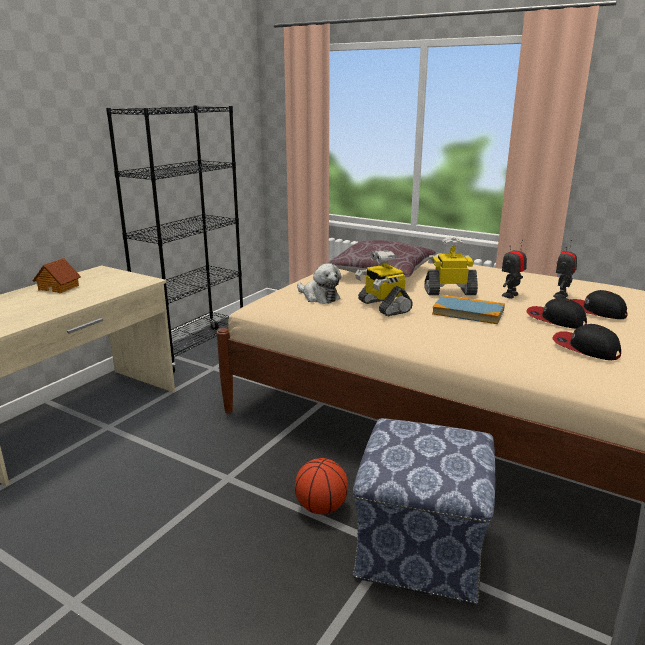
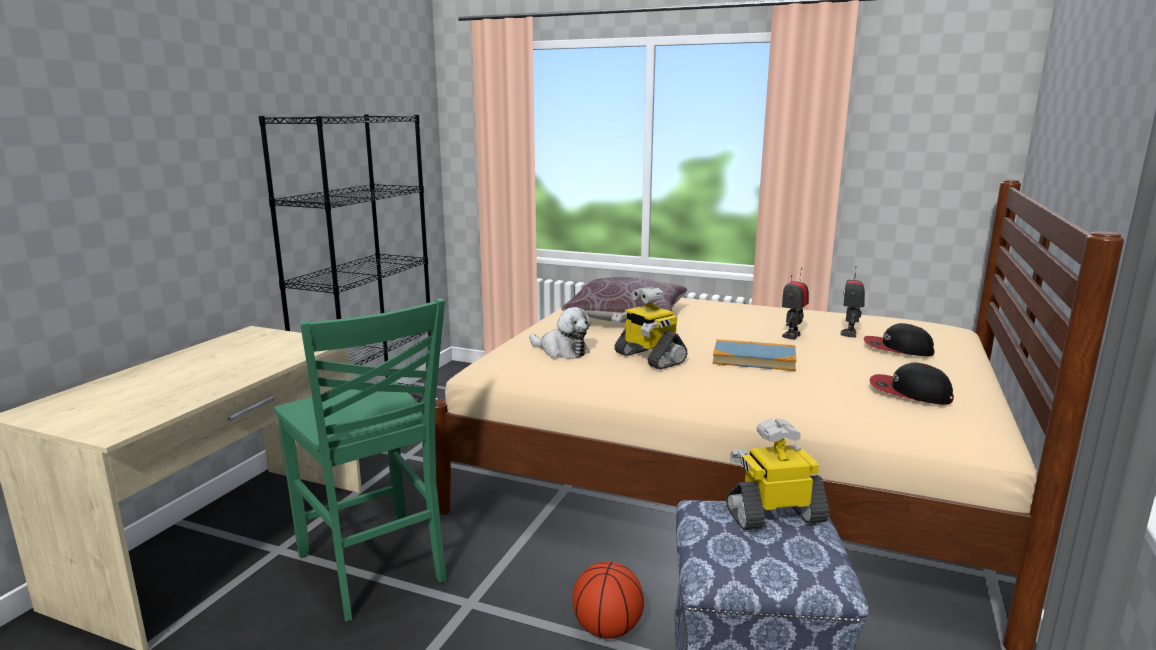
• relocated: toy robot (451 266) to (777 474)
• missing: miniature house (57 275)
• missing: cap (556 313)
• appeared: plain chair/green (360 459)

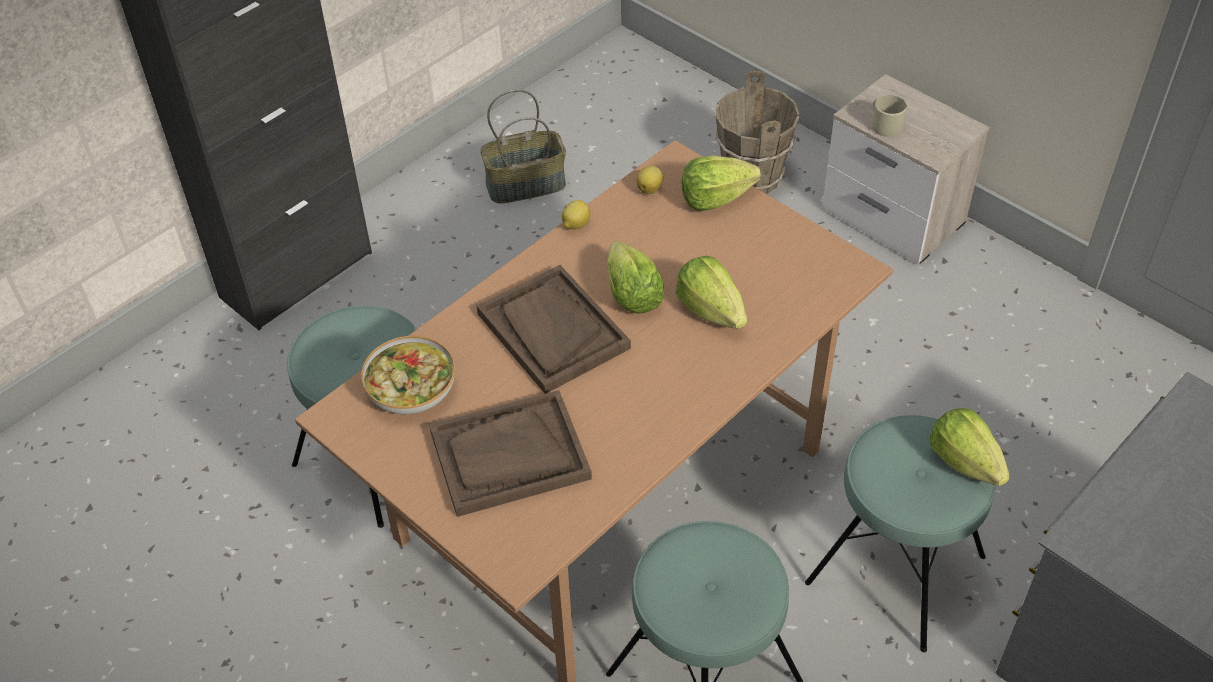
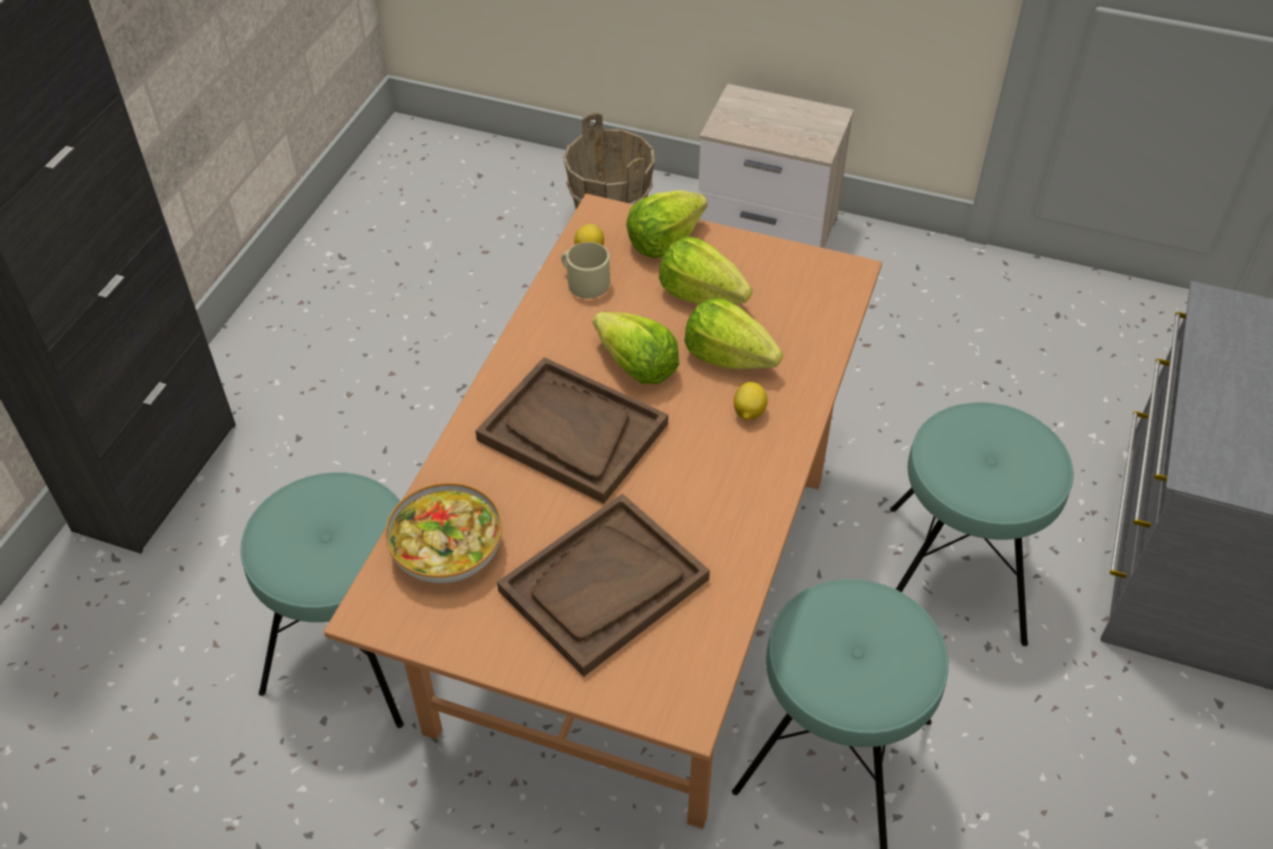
• missing: storage basket (523 146)
• relocated: tea mug/beige-coloured (889 116) to (585 270)
• relocated: citrus fruit (576 215) to (751 401)
• relocated: lettuce head (970 447) to (705 270)

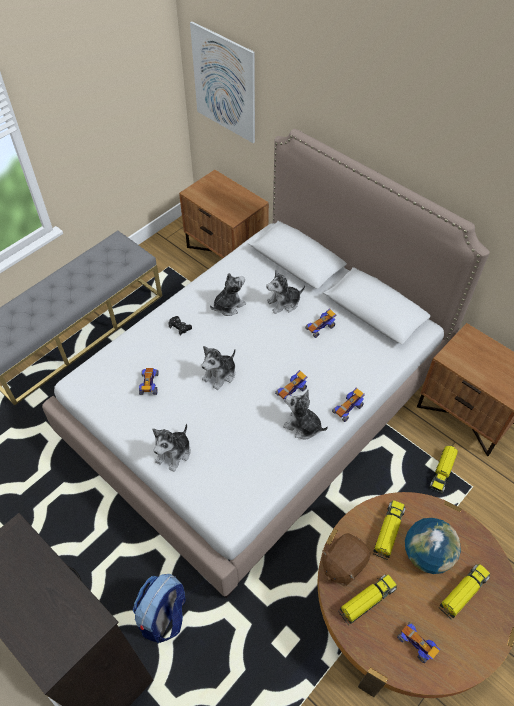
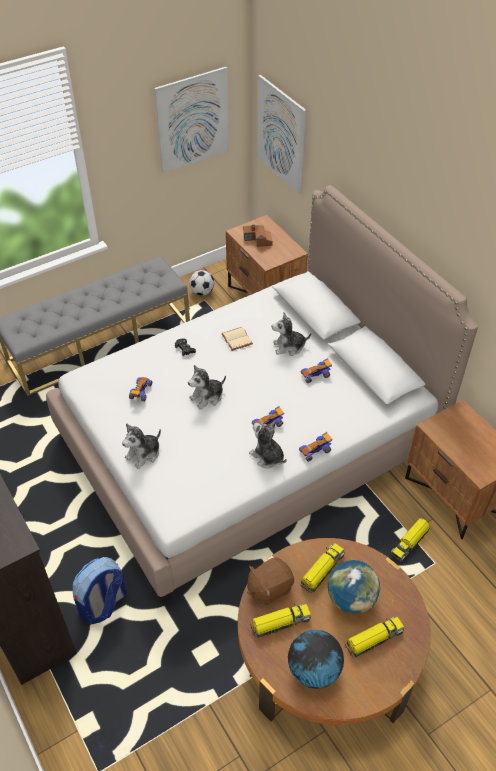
• exchanged: plush toy (228 294) to bound book/beige-coloured (237 339)
• exchanged: toy car (419 642) to globe (316 659)
• appeared: wall picture (191 120)
• appeared: miniature house (258 236)
• appeared: football ball (201 283)

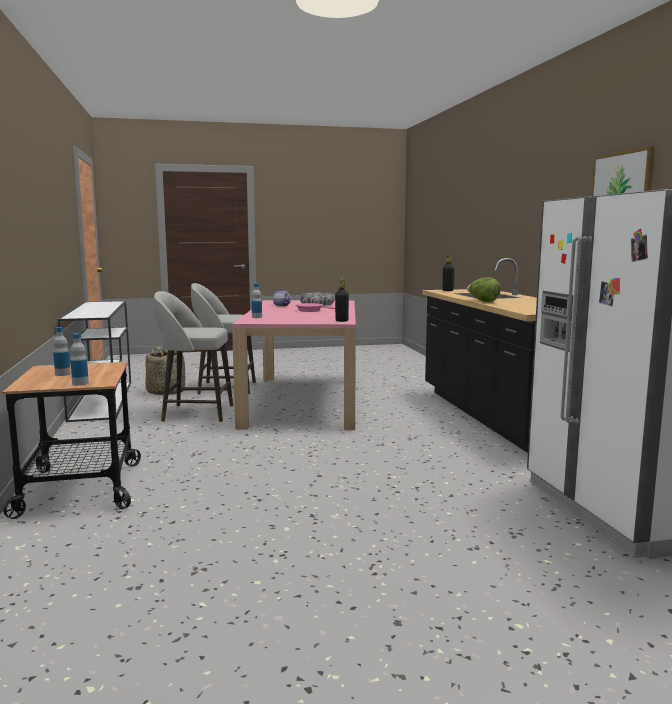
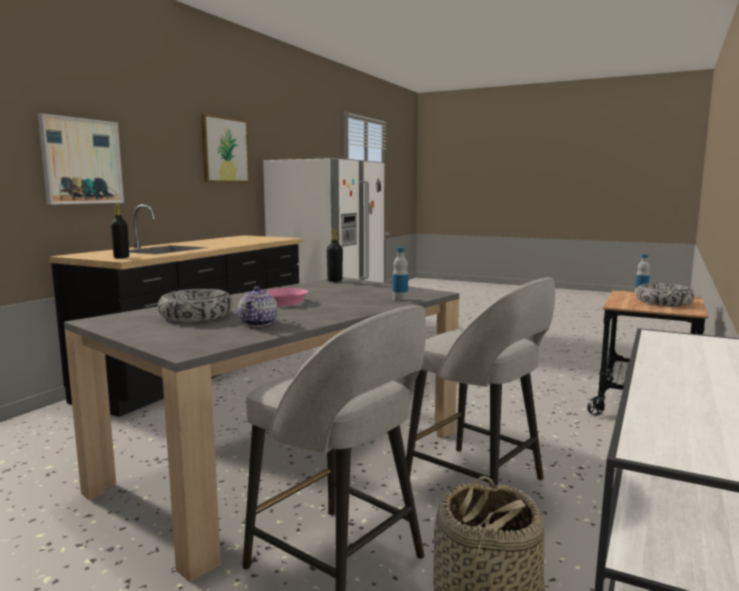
• missing: lettuce head (484 289)
• colour: dinner table/pink (294 365) to dinner table/greyish (261 429)
• exchanged: drink bottle (62 351) to serving bowl (665 294)
• appeared: wall picture (81 159)

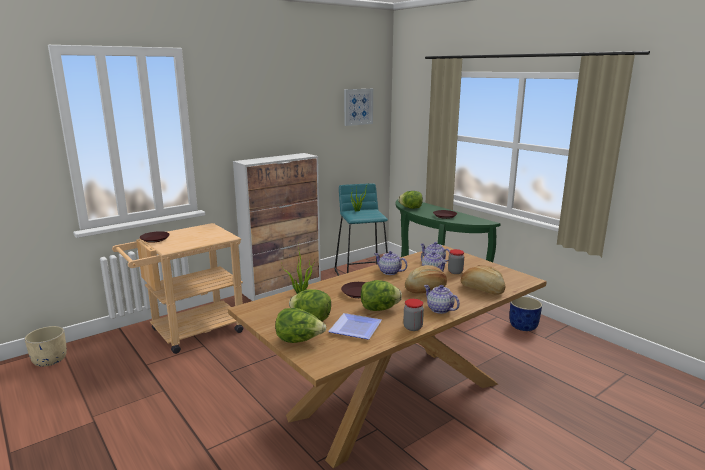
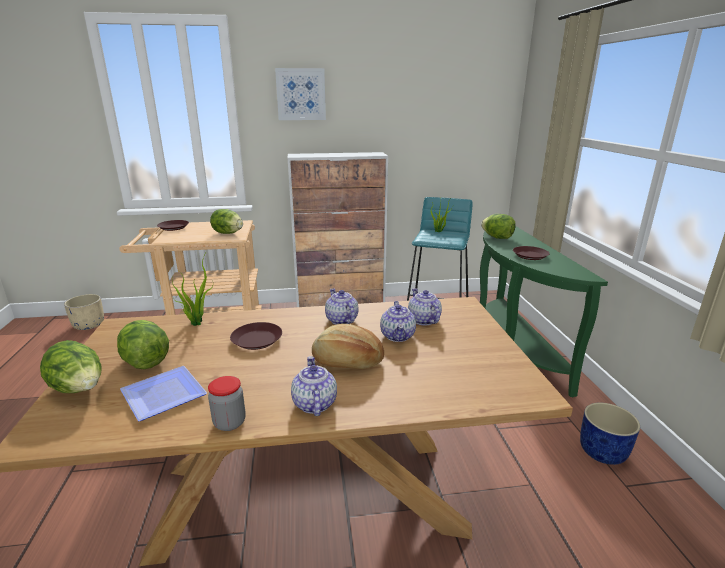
• relocated: wall picture (358 107) to (300 94)
• missing: preserve jar (456 261)
• missing: bread (483 279)
• relocated: lettuce head (381 295) to (226 221)

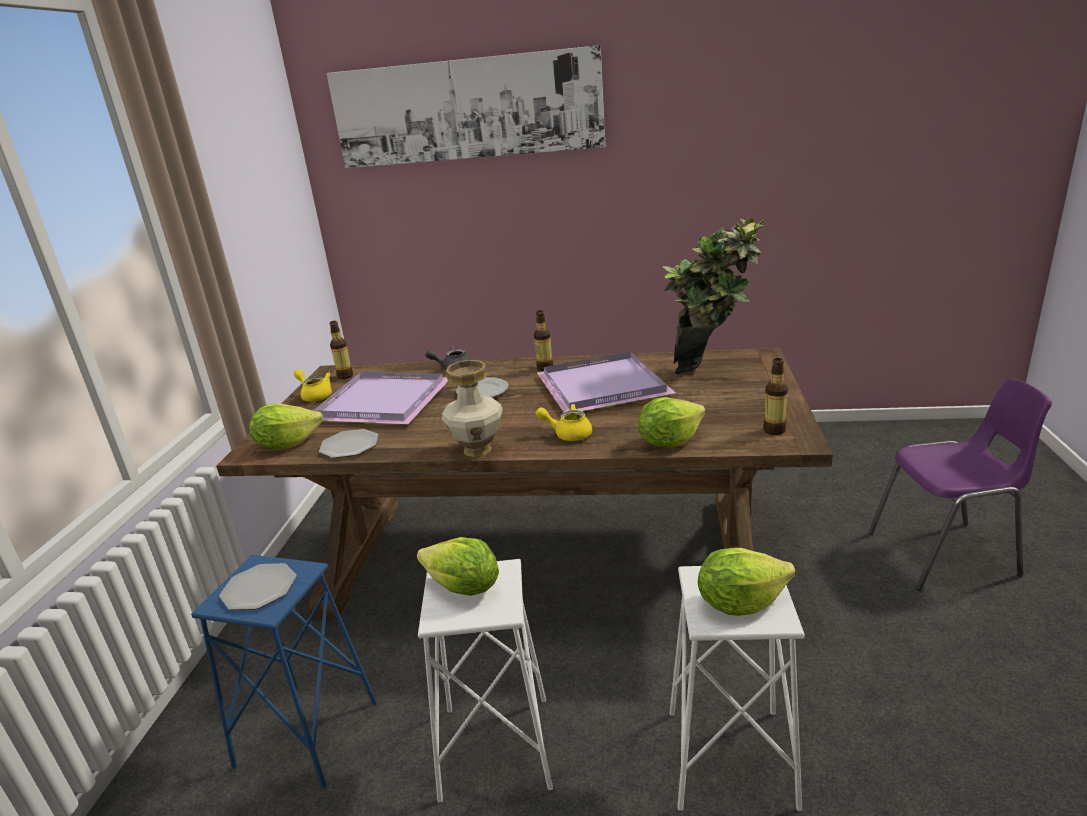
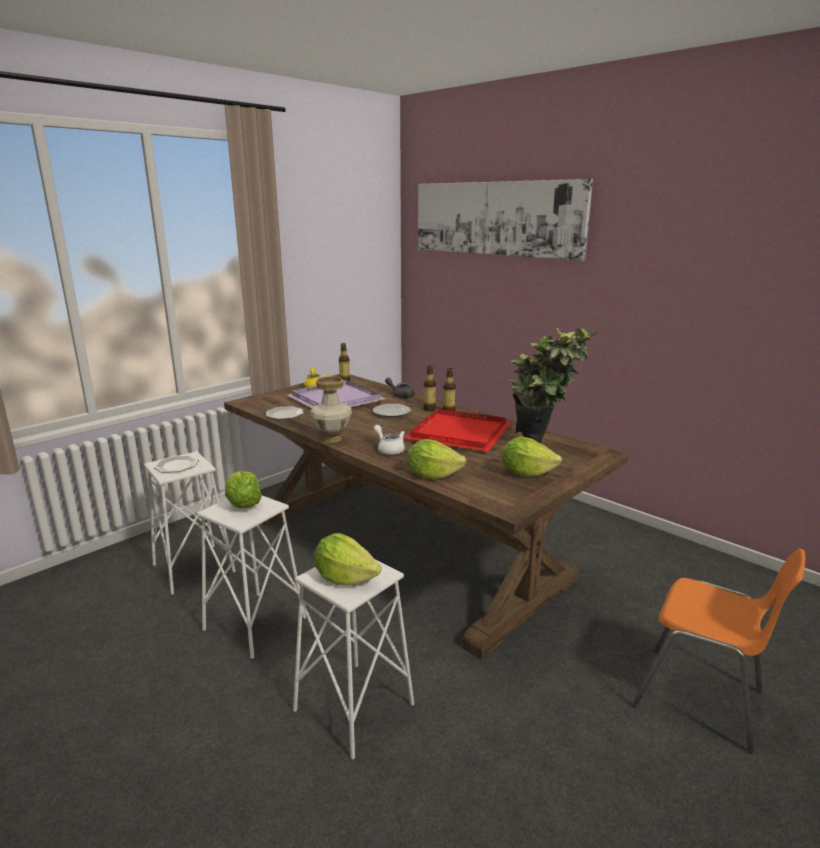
• colour: tray/purple (606 382) to tray/red-coloured (457 430)
• relocated: drink bottle (775 396) to (429 388)
• colour: plain chair/purple (960 484) to plain chair/orange (718 651)
• relocated: lettuce head (286 426) to (532 456)
• colour: tea pot/yellow-coloured (564 422) to tea pot/whitish (389 440)
• colour: sitting stool/blue-coloured (284 672) to sitting stool/whitish (190 523)

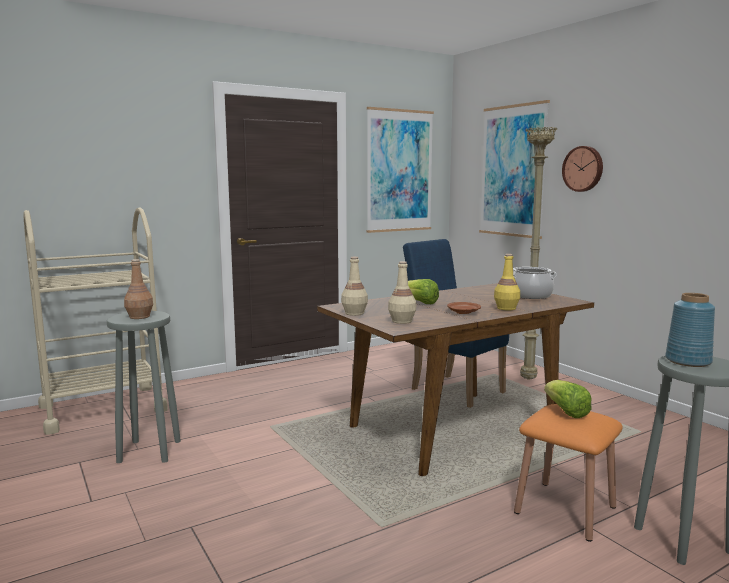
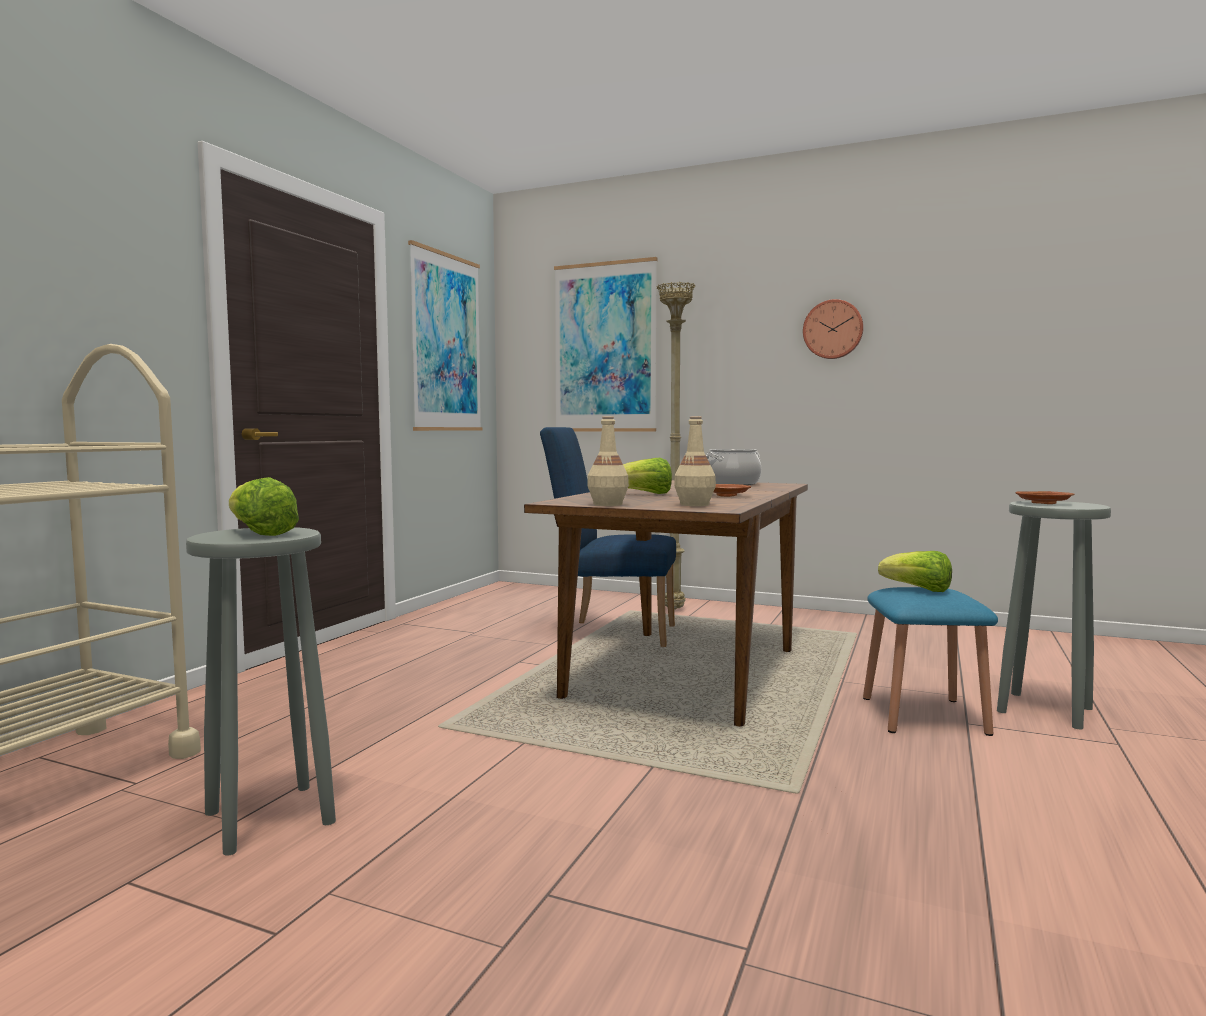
• relocated: hanging clock (582 169) to (833 329)
• missing: drink bottle/yellow-coloured (507 282)
• exchanged: drink bottle/brown-coloured (138 289) to lettuce head (264 506)
• exchanged: flower vase/blue-coloured (690 330) to plate/brown-coloured (1045 497)
• colour: sitting stool/orange (568 473) to sitting stool/blue-coloured (930 661)

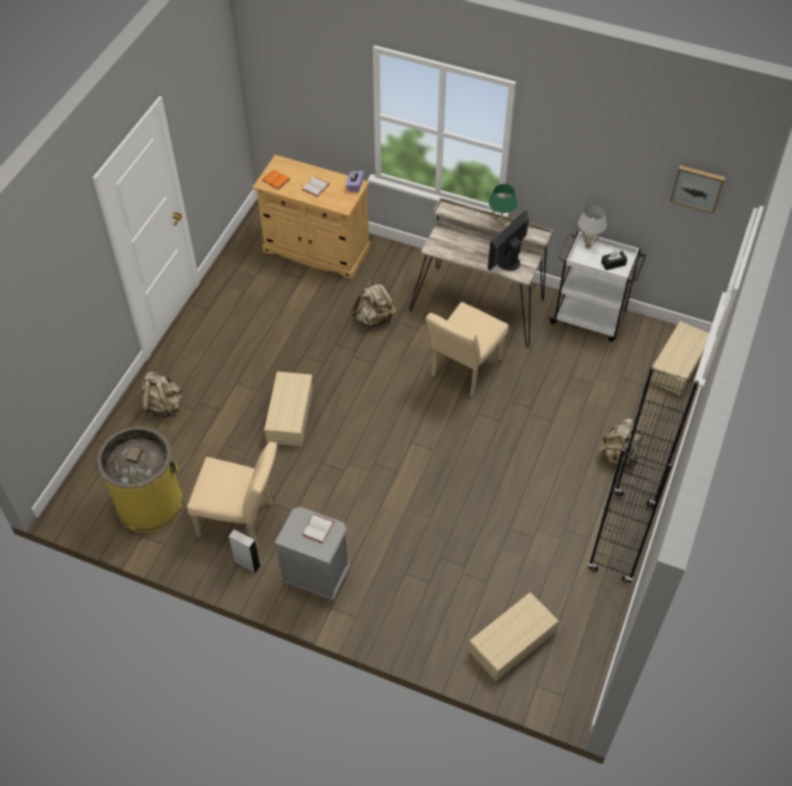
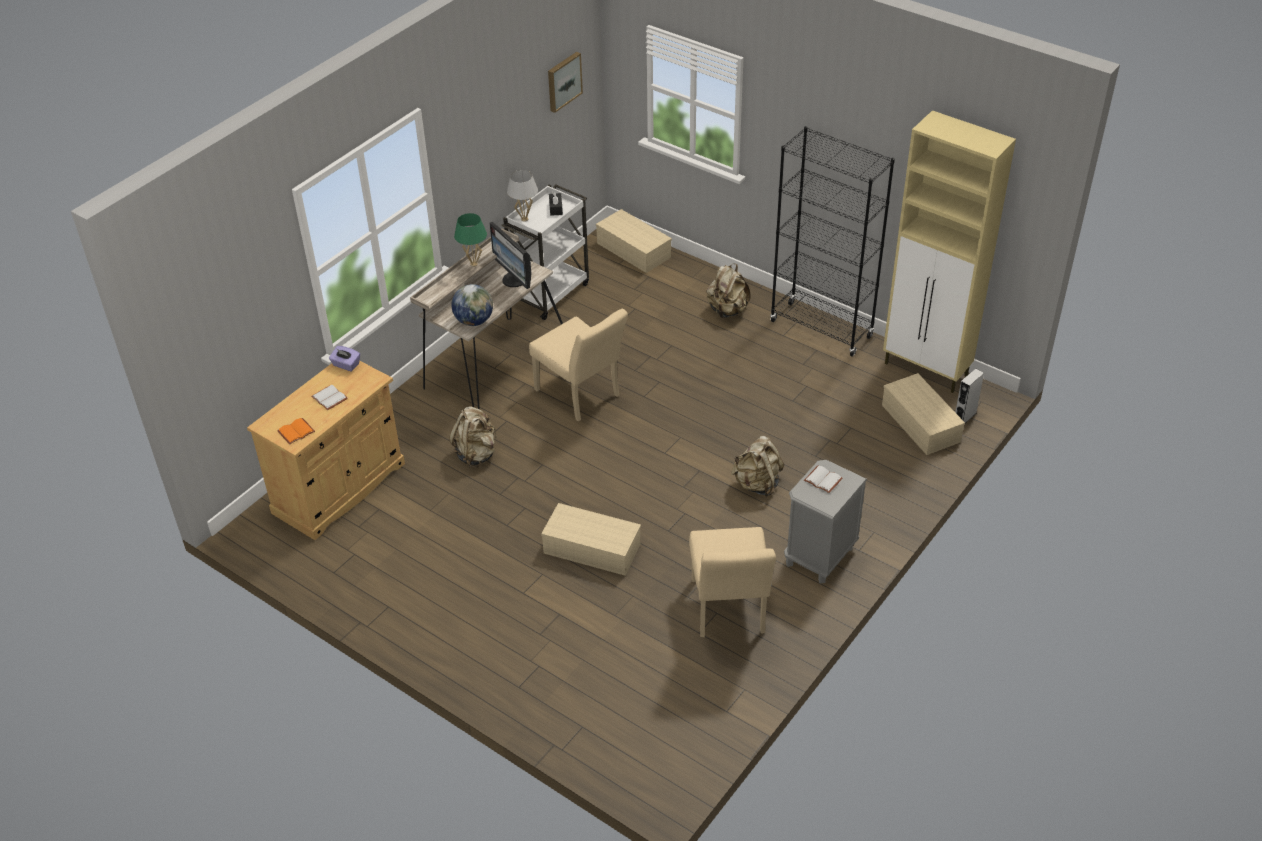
• relocated: backpack/beige-coloured (162 394) to (757 466)
• missing: trash can/yellow-coloured (139 479)
• spun: plain chair/beige-coloured (232 495) = (732 582) 150 degrees clockwise
• relocated: speaker/greyish (244 551) to (969 395)
• appeared: storage cabinet/beige-coloured (949 251)
• appeared: globe (472 305)

